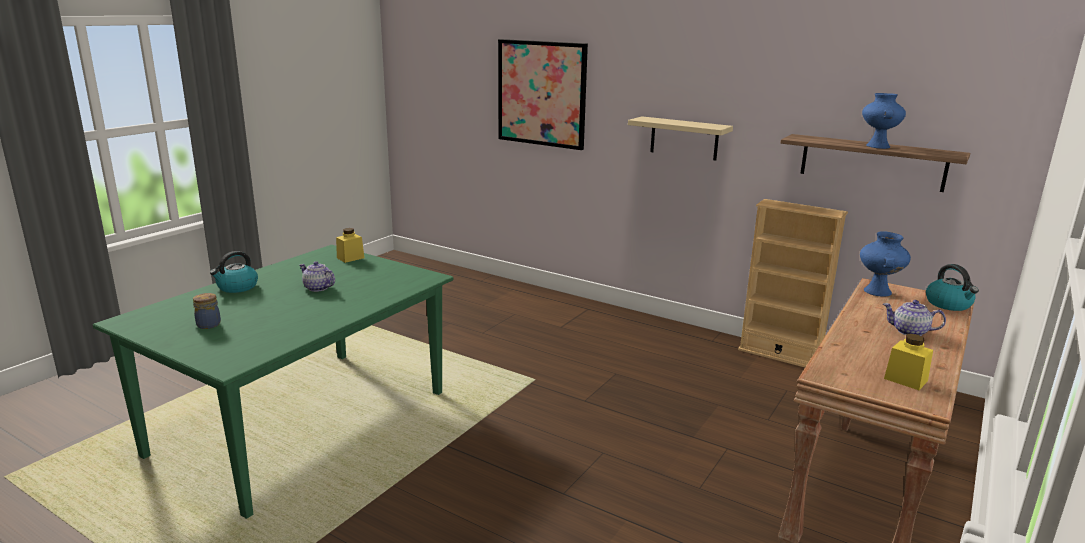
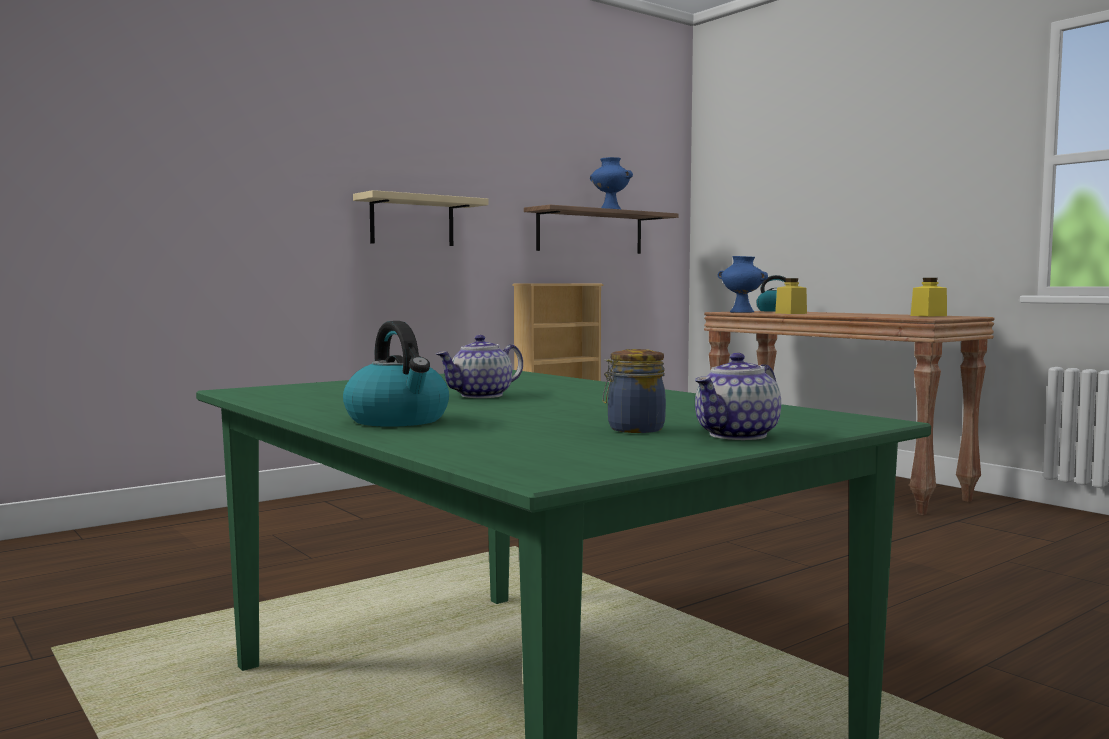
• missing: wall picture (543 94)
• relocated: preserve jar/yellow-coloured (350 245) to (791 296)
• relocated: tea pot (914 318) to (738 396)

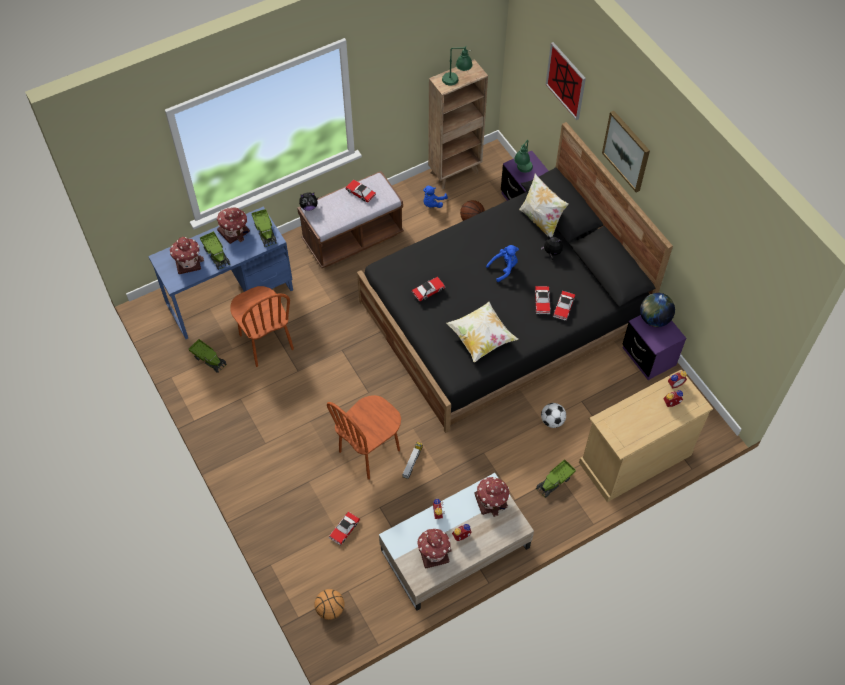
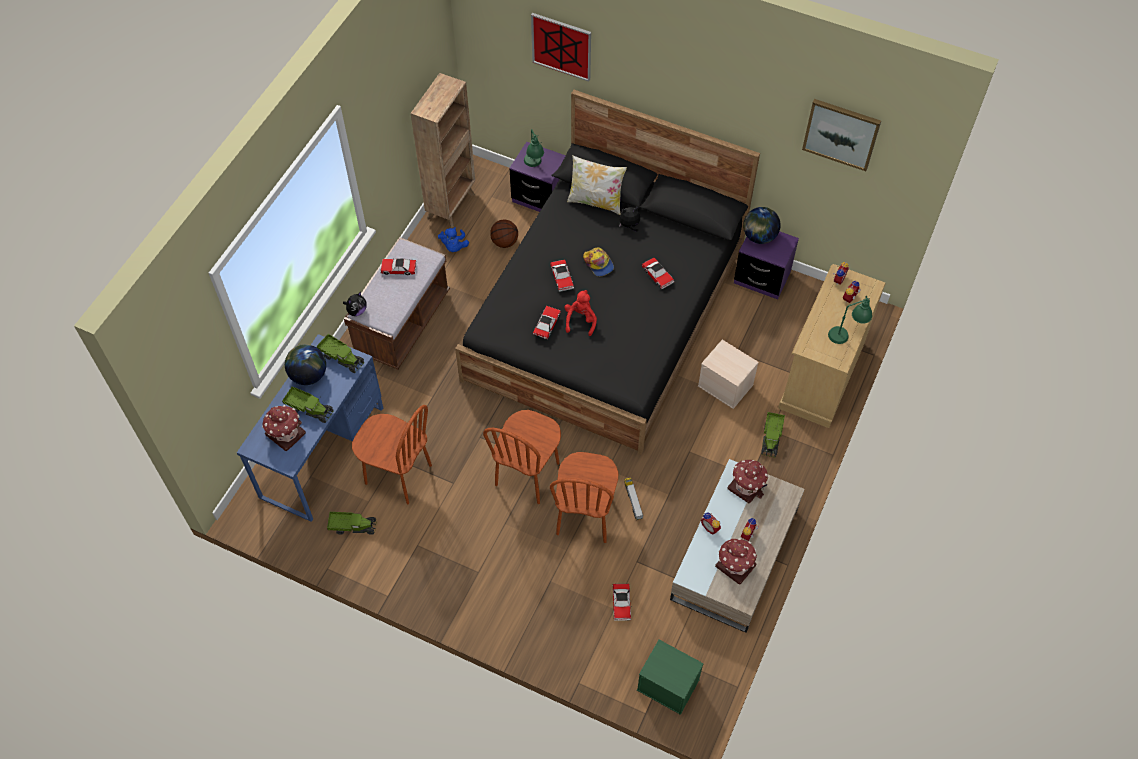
• relocated: tabletop lamp/green (457 66) to (850 320)
• relocated: wall picture (626 151) to (841 135)
• exchanged: miniature house (233 225) to globe (305 364)
• exchanged: plush toy/blue-coloured (502 263) to cap (598 262)
• relocated: toy car (564 306) to (562 276)
• missing: throw pillow (482 332)
• exchanged: football ball (553 415) to storage container/beige-coloured (728 374)
• exchanged: ball for basketball (329 604) to storage container/green (670 677)
• appeared: plush toy/red-coloured (581 313)
• appeared: plain chair/brown-coloured (522 457)

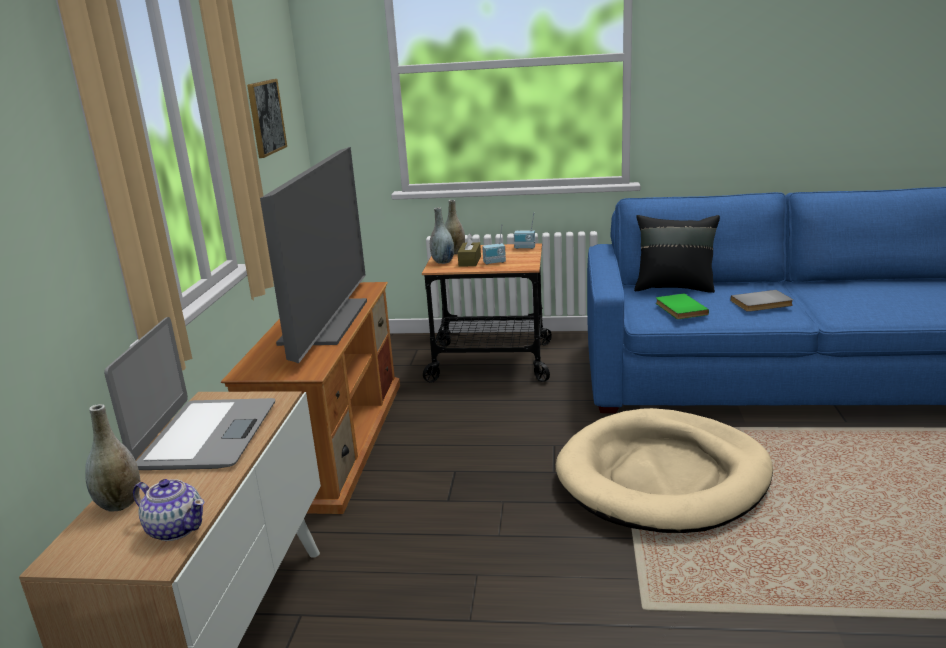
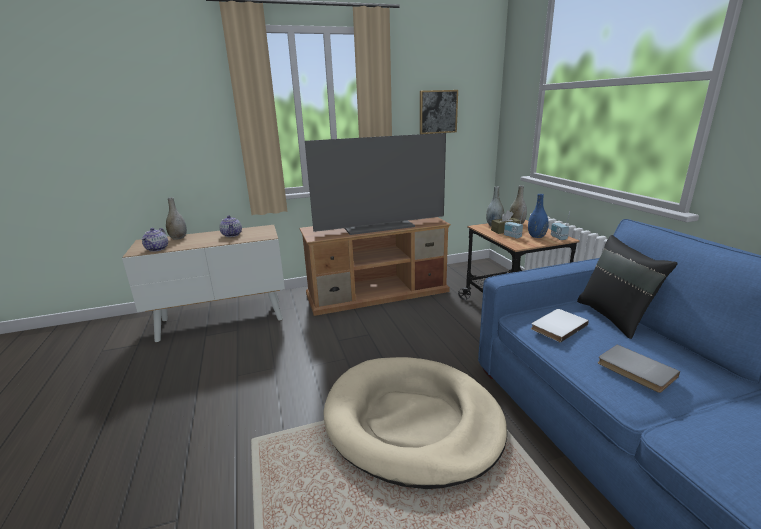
• colour: bound book/green (682 306) to bound book/whitish (560 326)
• exchanged: notebook computer (189 393) to tea pot (230 226)
• appeared: flower vase/blue-coloured (538 216)

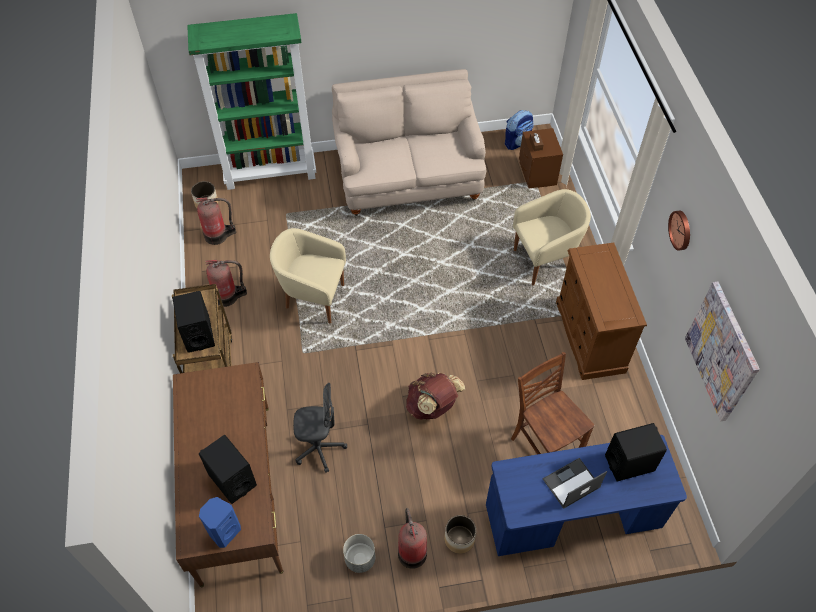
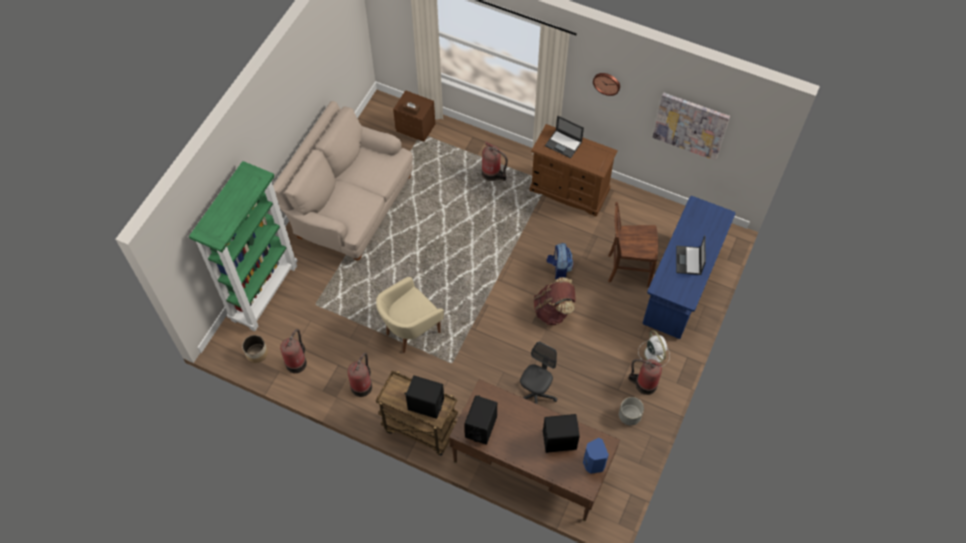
• relocated: backpack (519 130) to (560 261)
• exchanged: easy chair/beige-coloured (552 237) to fire extinguisher (495 161)
• relocated: speaker/black-coloured (636 452) to (480 420)
• exchanged: flower pot (460 534) to electric fan/whitish (654 348)
• appeared: notebook computer (564 136)

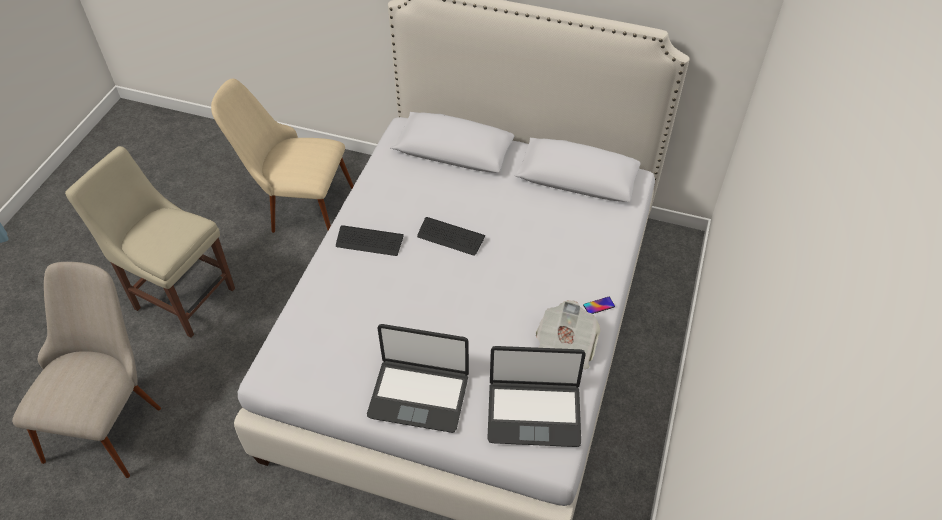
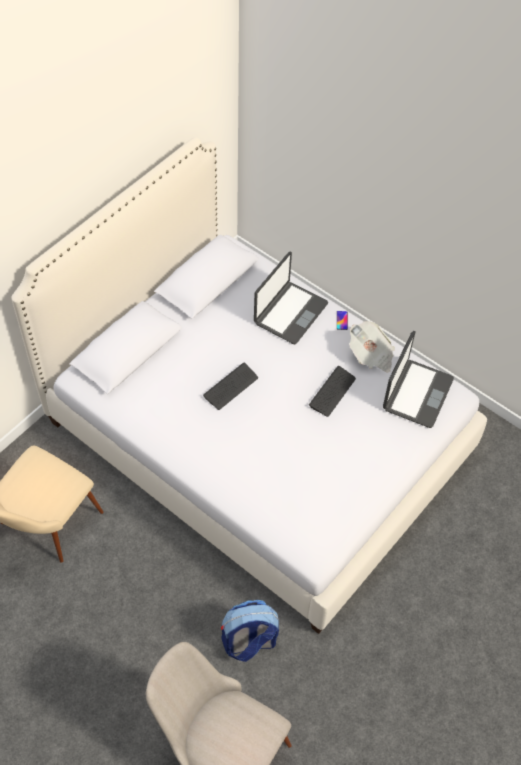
• missing: plain chair/beige-coloured (150 242)
• relocated: PC keyboard (370 240) to (332 391)
• relocated: notebook computer (418 378) to (291 298)
• appeared: backpack (250 631)

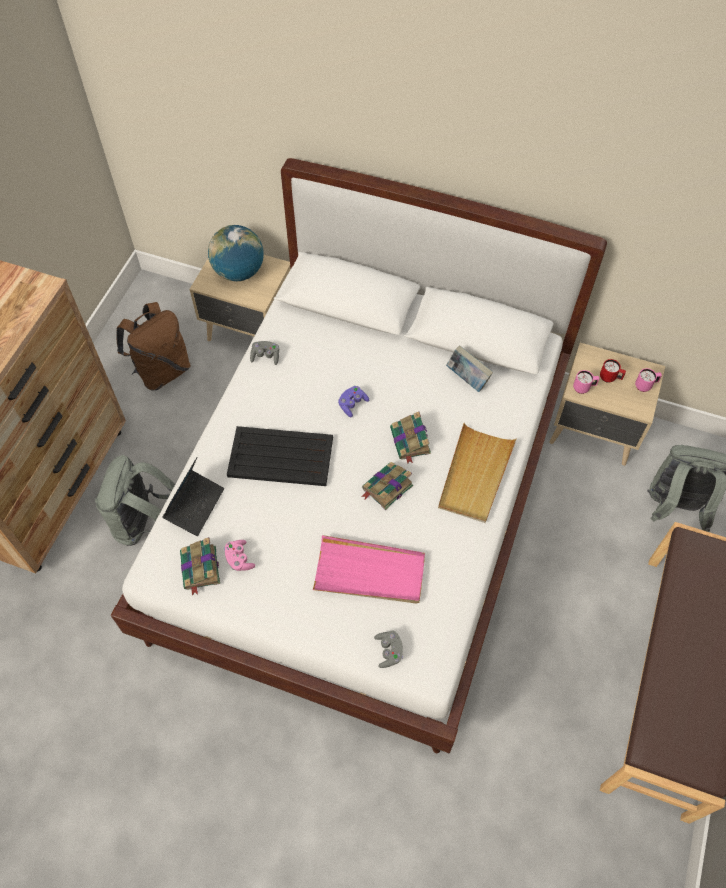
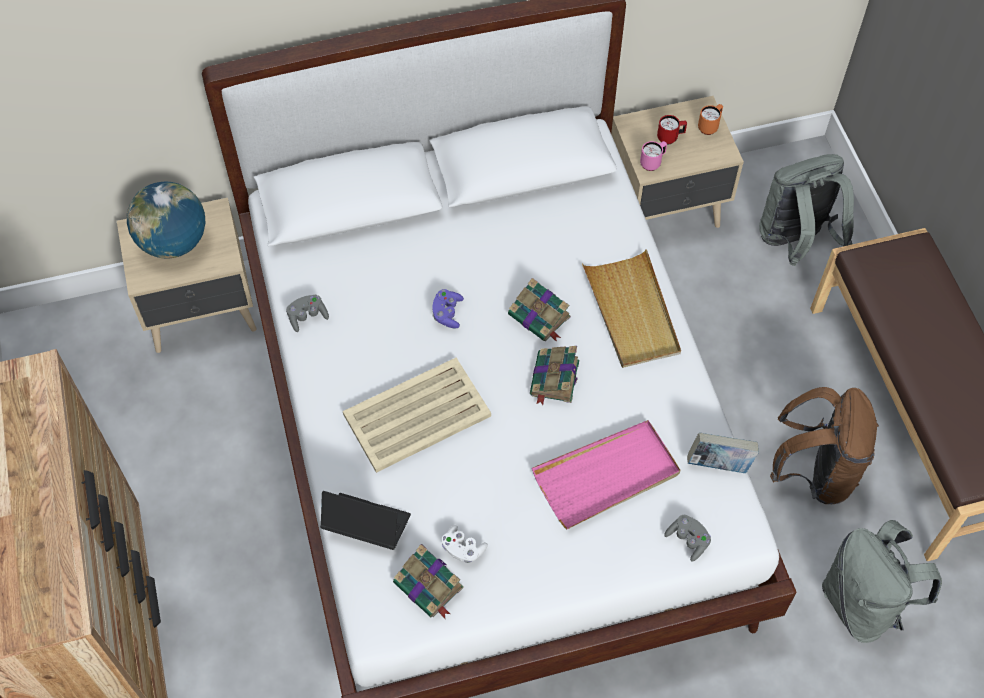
• relocated: backpack/brown-coloured (153 346) to (824 445)
• relocated: bound book (469 368) to (723 452)
• colour: tea mug/pink (648 380) to tea mug/orange (710 119)
• colour: tray/black-coloured (280 456) to tray/beige-coloured (417 415)
• relocated: backpack/greyish (135 500) to (882 581)
• spun: notebook computer (193 496) = (365 520) 60 degrees counterclockwise
• colour: gamepad/pink (239 555) to gamepad/whitish (464 544)

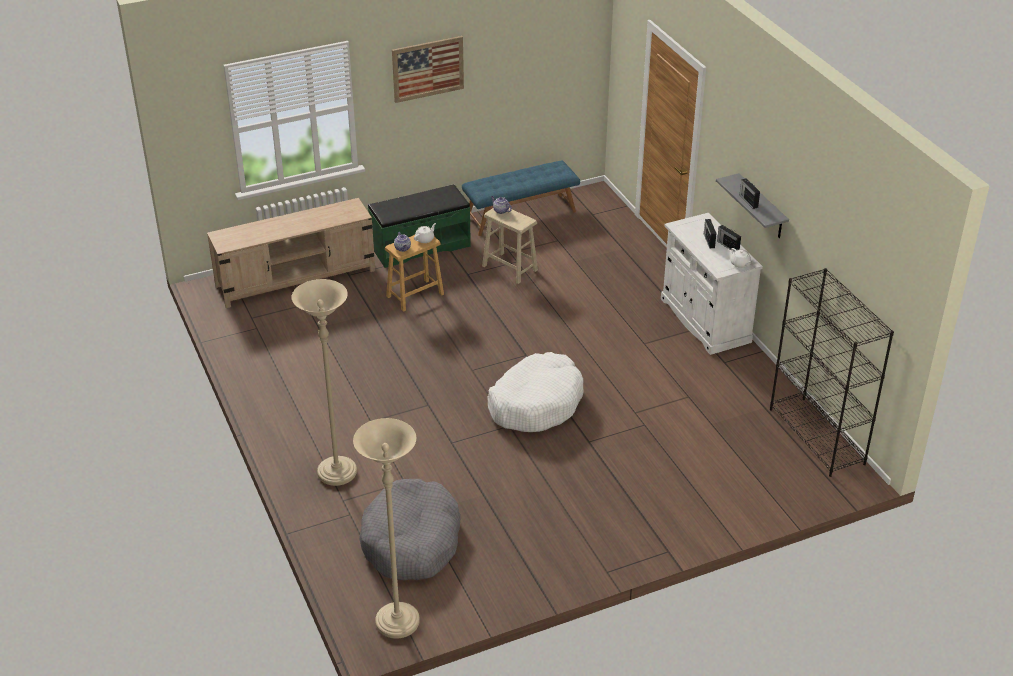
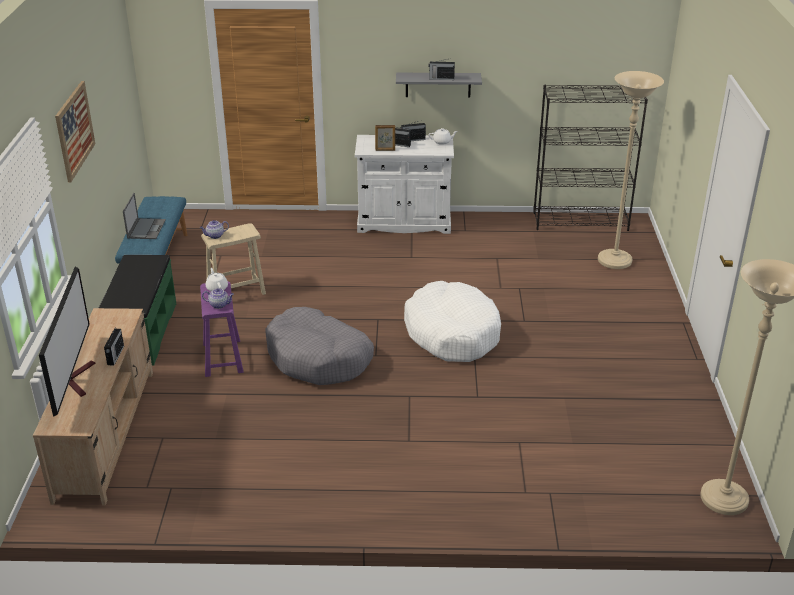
• colour: sitting stool/brown-coloured (414 273) to sitting stool/purple (222 329)
• relocated: standing lamp/beige-coloured (324 382) to (631 170)
• relocated: pet bed/greyish (410 530) to (319 346)
• appeared: standing frame (385 138)
• appeared: notebook computer (144 216)
• appeared: TV set (67 342)
• appeared: radio (114 346)

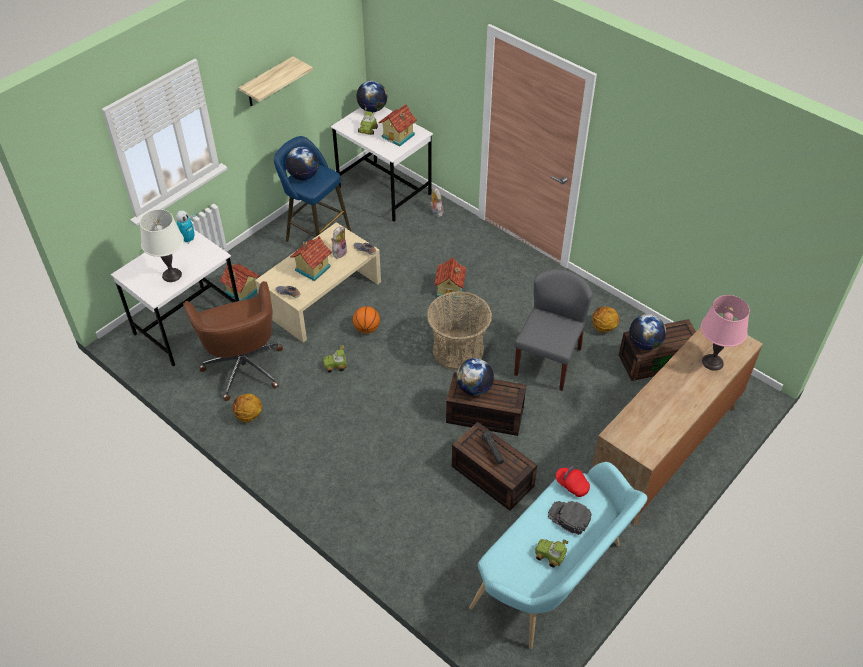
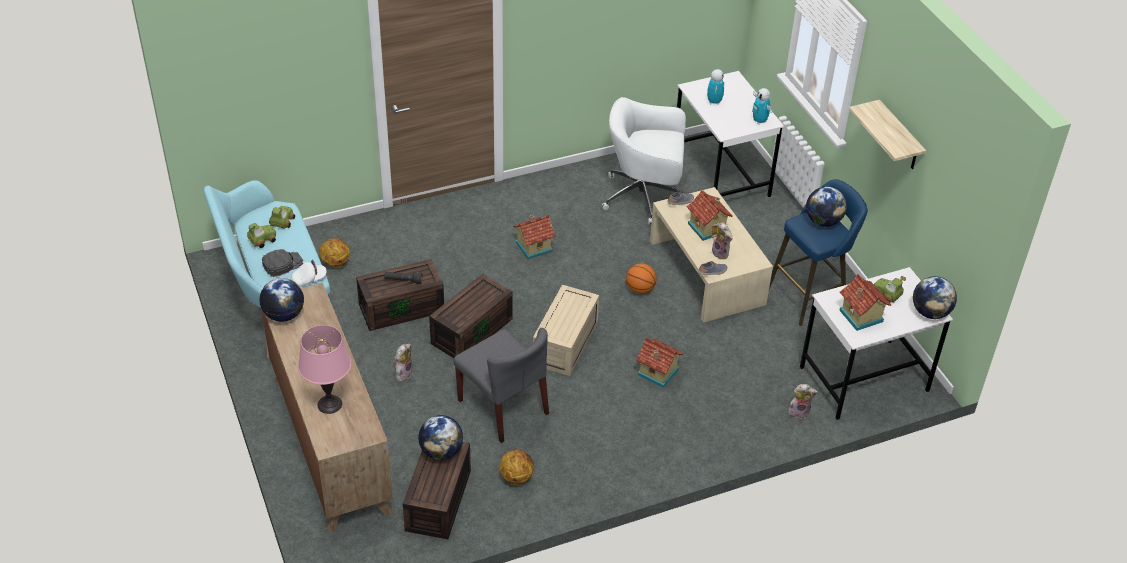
• exchanged: tabletop lamp/whitish (162 245) to toy robot (715 87)
• relocated: miniature house (239 282) to (534 237)
• colour: computer chair/brown-coloured (233 341) to computer chair/whitish (644 161)
• exchanged: storage basket (459 330) to storage container/beige-coloured (566 330)
• relocated: toy car (335 359) to (282 217)
• relocated: globe (475 377) to (281 300)
• relocated: ball for basketball (247 408) to (334 253)
• colour: cap/red-coloured (573 481) to cap/whitish (309 273)
• appeared: plush toy (403 362)

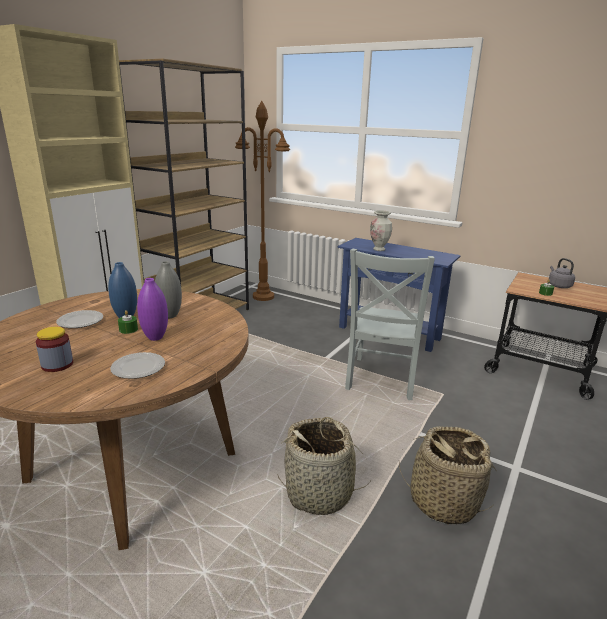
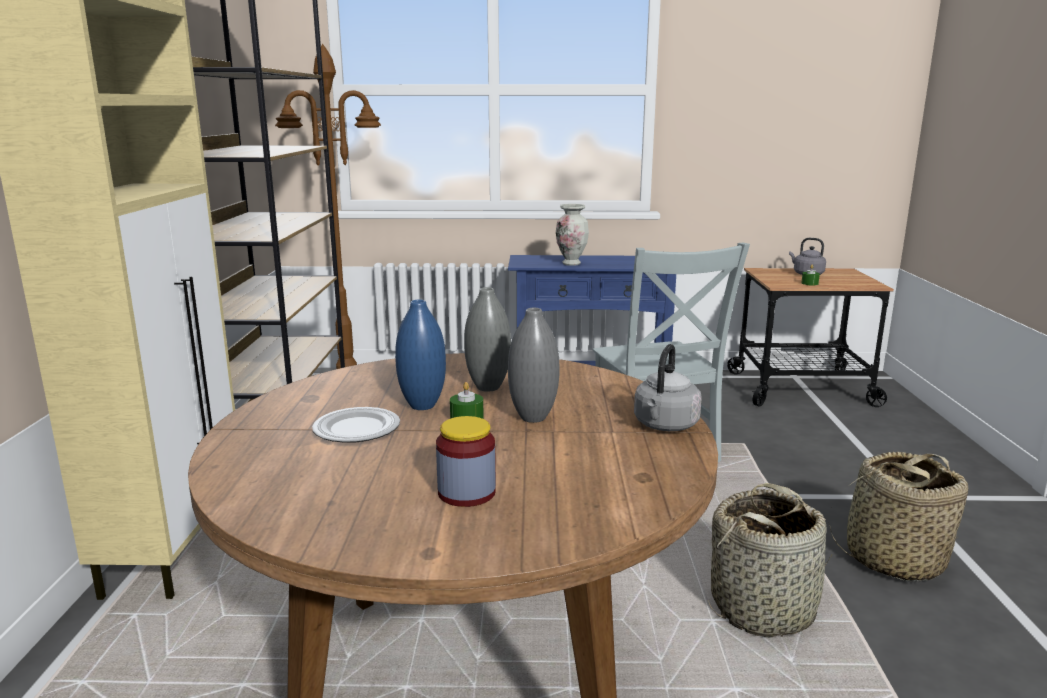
• colour: flower vase/purple (152 309) to flower vase/greyish (533 365)
• missing: plate (137 365)
• appeared: kettle/greyish (668 387)

